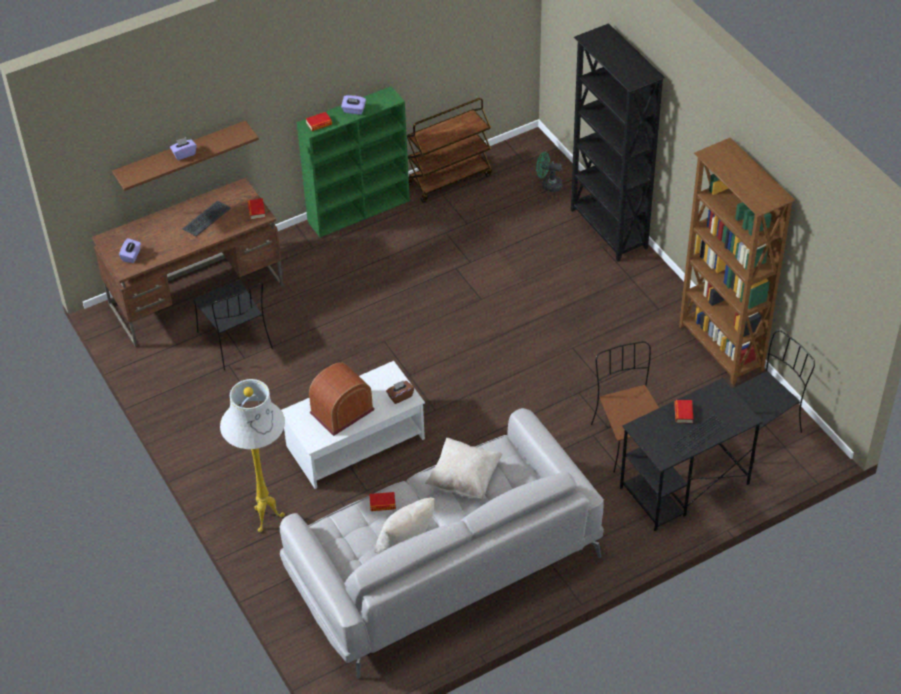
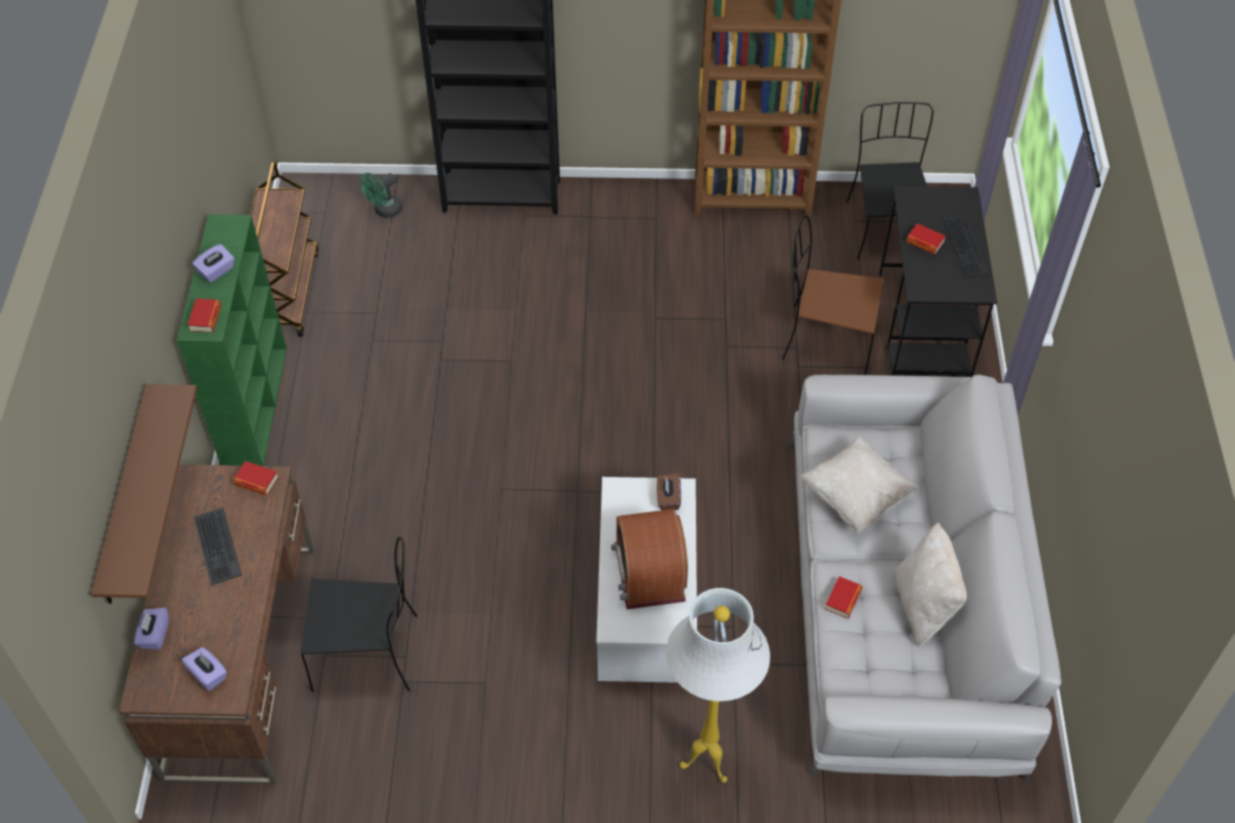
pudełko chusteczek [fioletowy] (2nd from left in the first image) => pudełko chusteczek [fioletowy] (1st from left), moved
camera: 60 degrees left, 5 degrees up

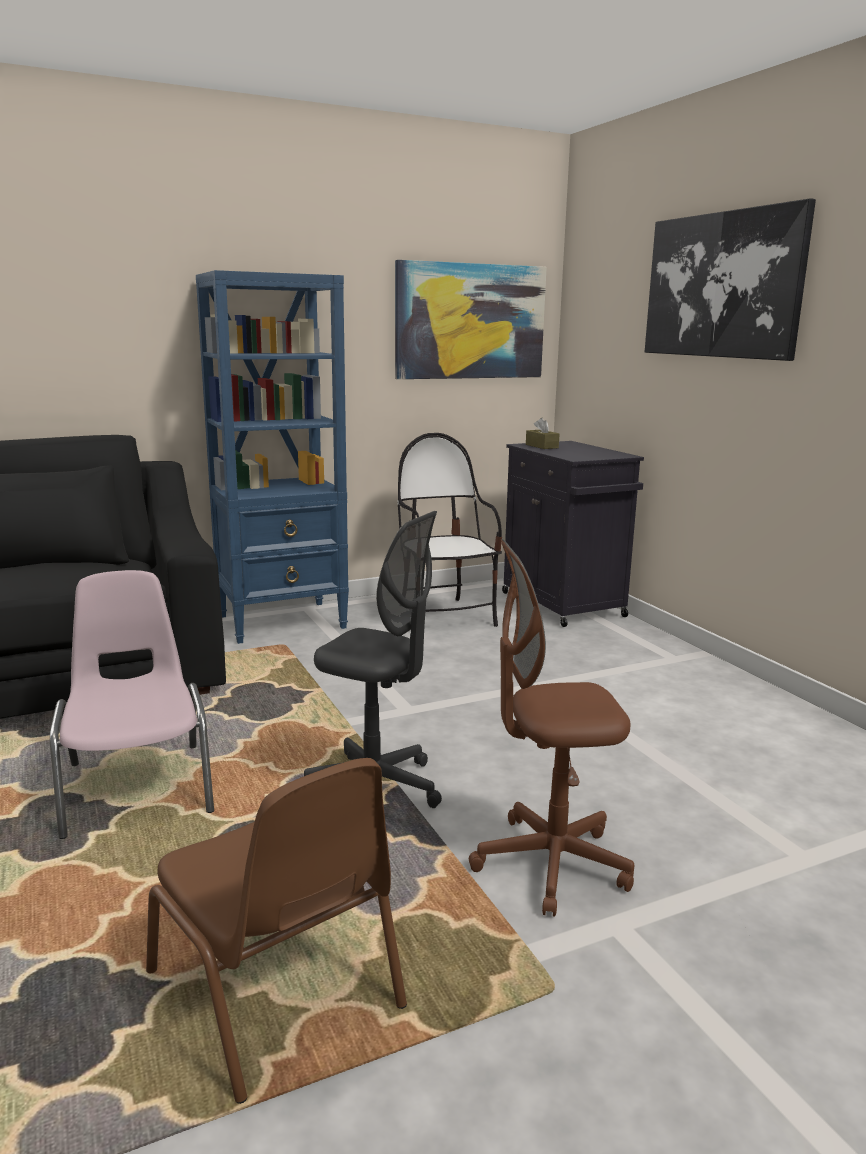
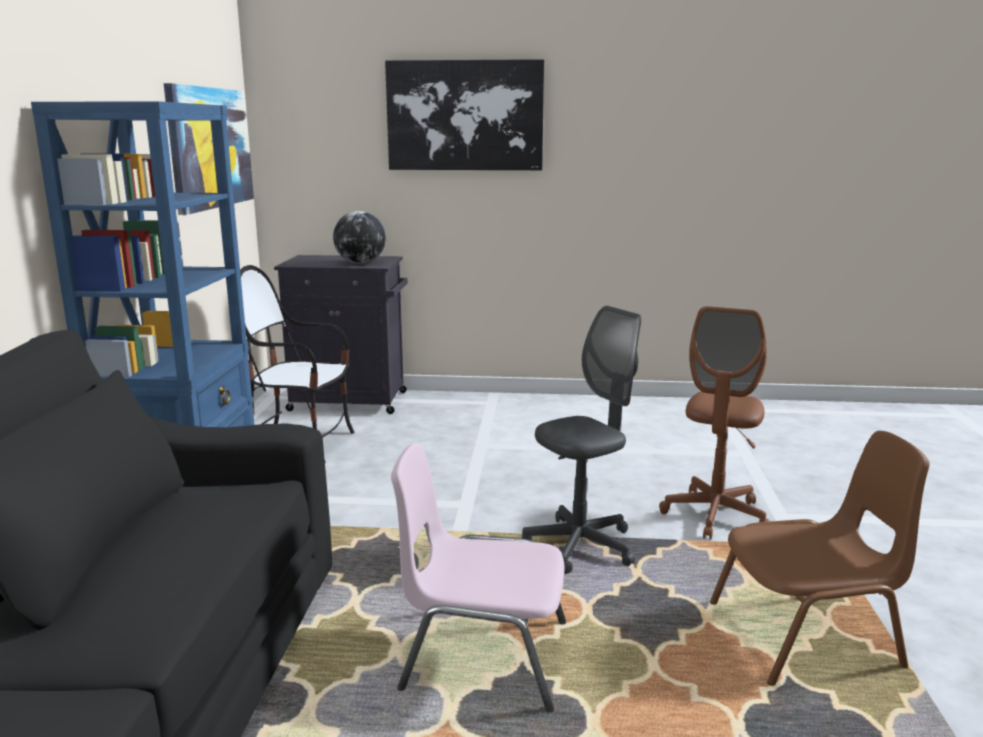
nothing => globus
pudełko chusteczek [brązowy] => nothing
camera: 60 degrees left, 0 degrees up

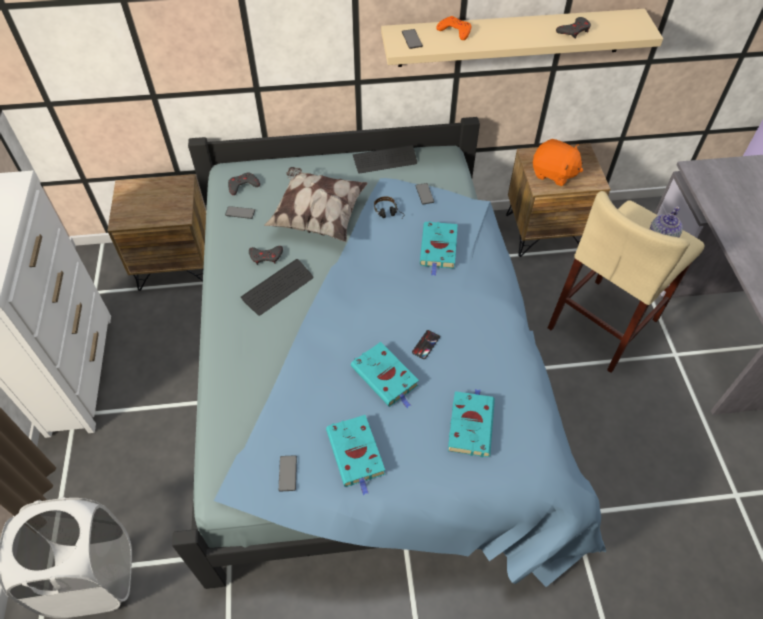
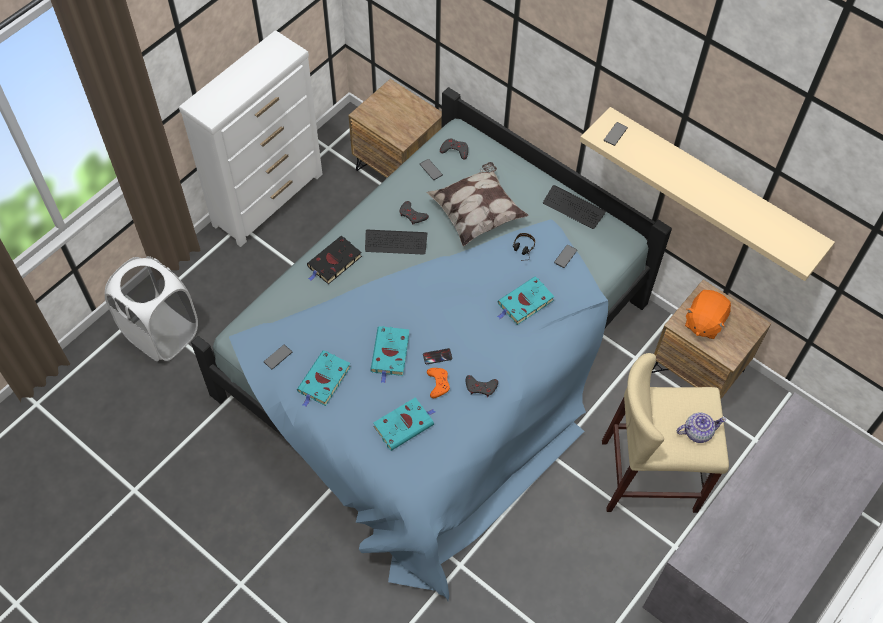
nothing => książka [czarny]
pad do gier [pomarańczowy], moved
pad do gier [szary] (3rd from left), moved
pluszak [pomarańczowy], 45 degrees clockwise
camera: 45 degrees right, 5 degrees up

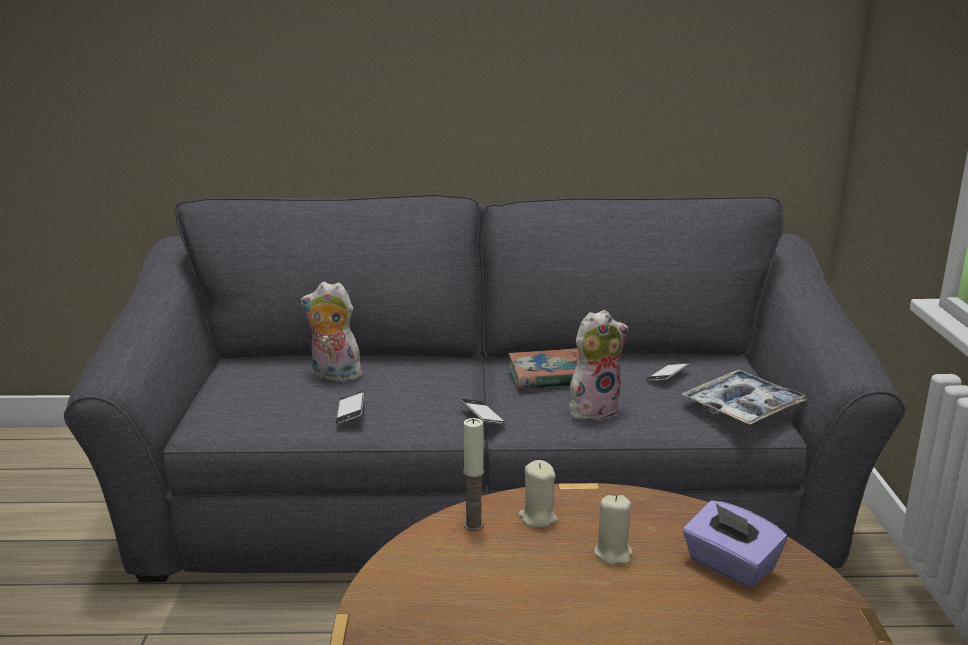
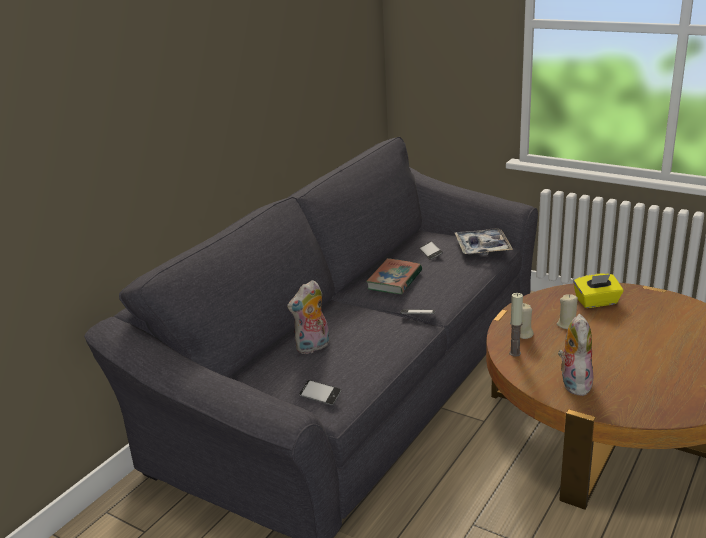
telefon (1st from left), moved
pluszak (2nd from left), moved
pudełko chusteczek [fioletowy] => pudełko chusteczek [żółty]
camera: 55 degrees left, 5 degrees up

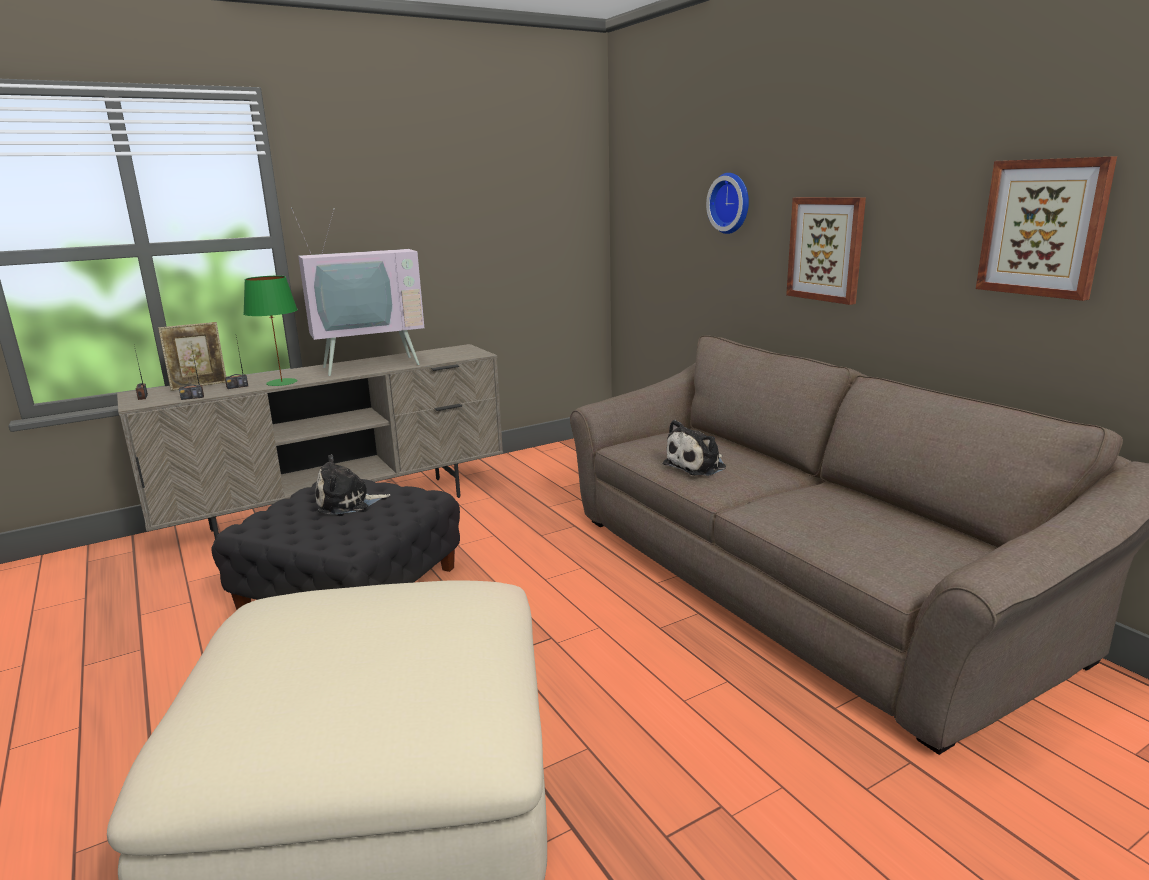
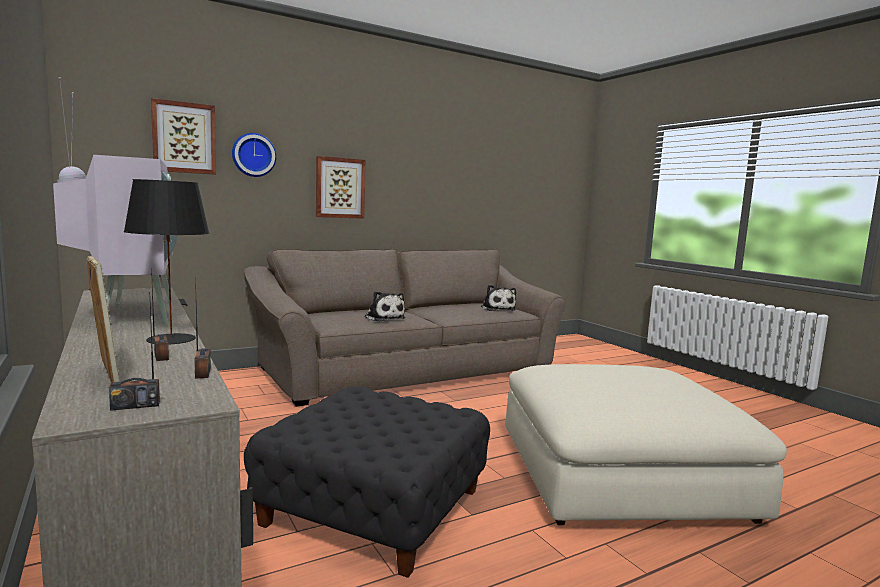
lampa stołowa [zielony] => lampa stołowa [czarny]
obraz (2nd from left in the first image) => obraz (1st from left), moved
pluszak (1st from left in the first image) => pluszak (2nd from left), moved
camera: 90 degrees left, 10 degrees down

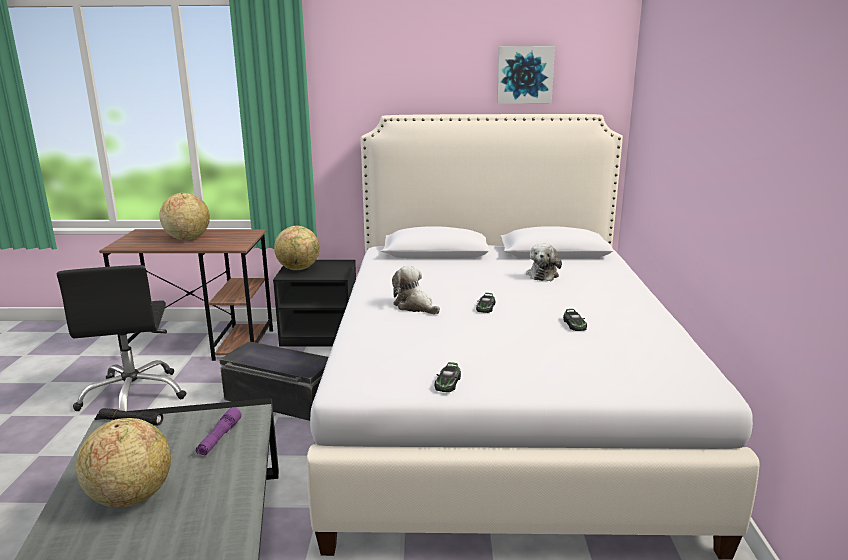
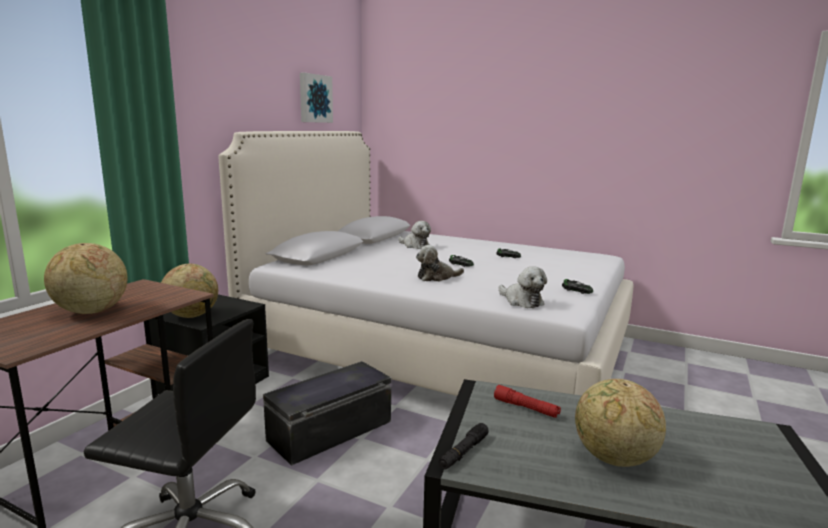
latarka [fioletowy] => latarka [czerwony]
nothing => pluszak (3rd from left)
camera: 65 degrees left, 5 degrees down

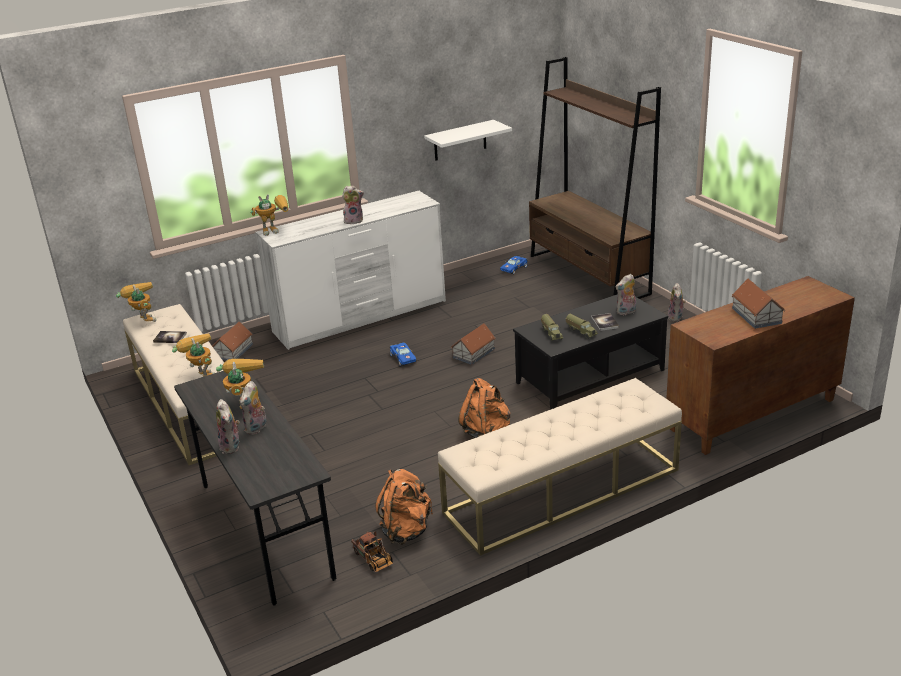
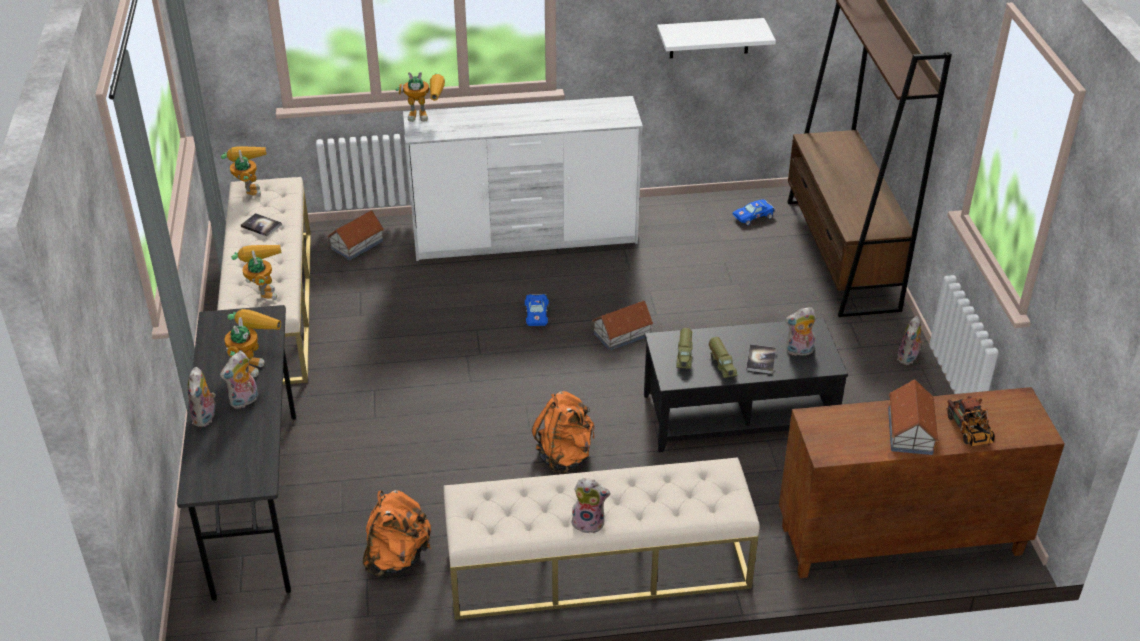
pluszak (3rd from left), moved
ciężarówka zabawkowa (1st from left in the first image) => ciężarówka zabawkowa (3rd from left), moved
camera: 20 degrees right, 10 degrees up

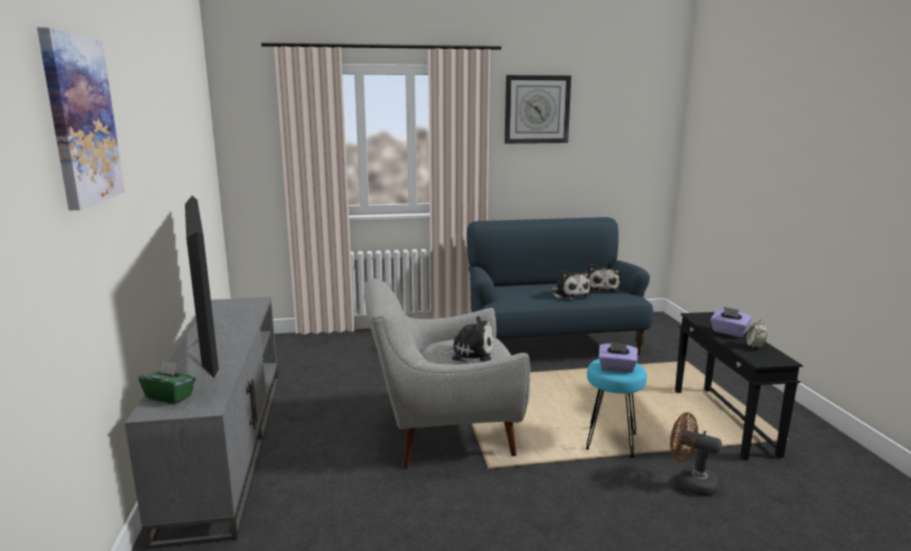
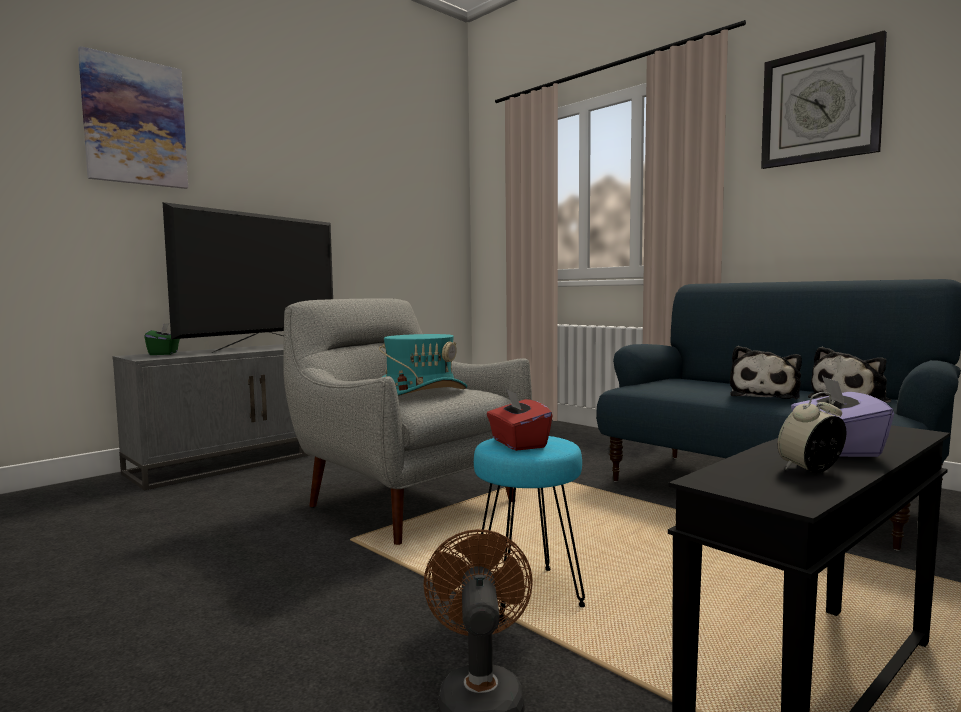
pluszak (1st from left) => kapelusz [turkusowy]
pudełko chusteczek [fioletowy] (1st from left) => pudełko chusteczek [czerwony]
camera: 55 degrees right, 10 degrees down

